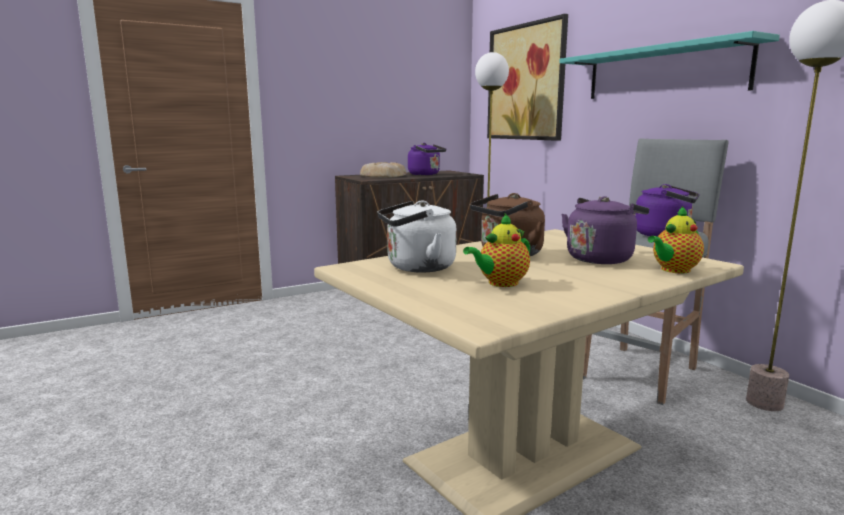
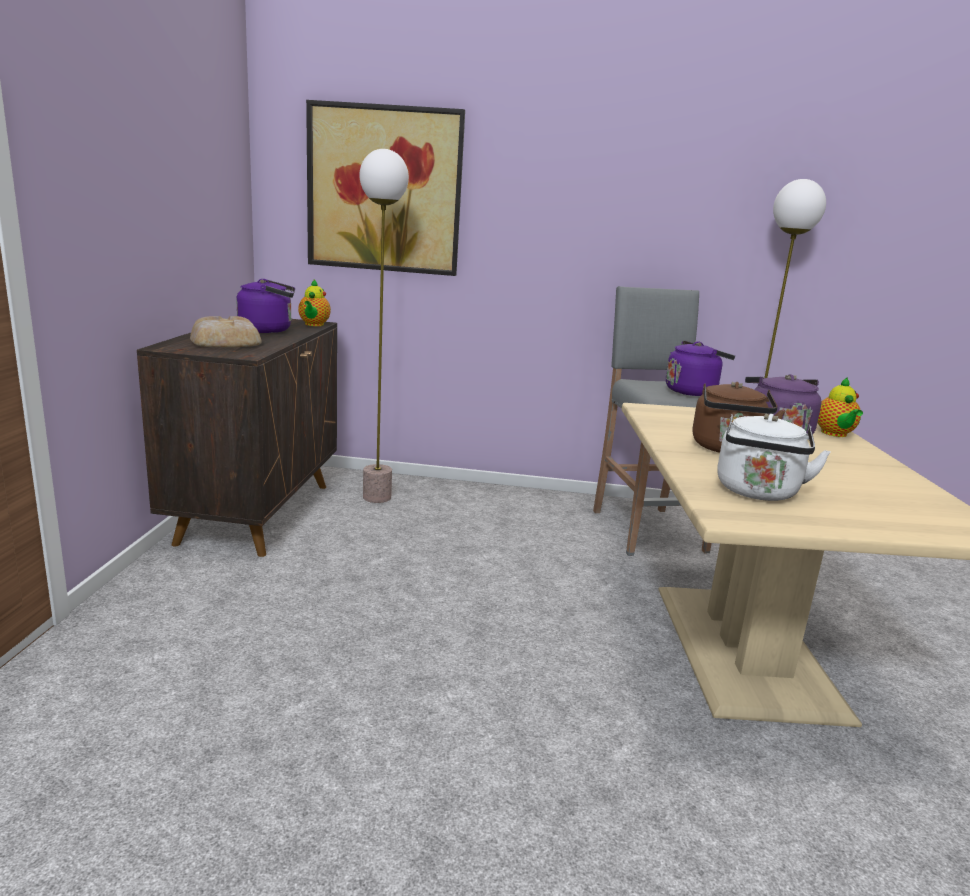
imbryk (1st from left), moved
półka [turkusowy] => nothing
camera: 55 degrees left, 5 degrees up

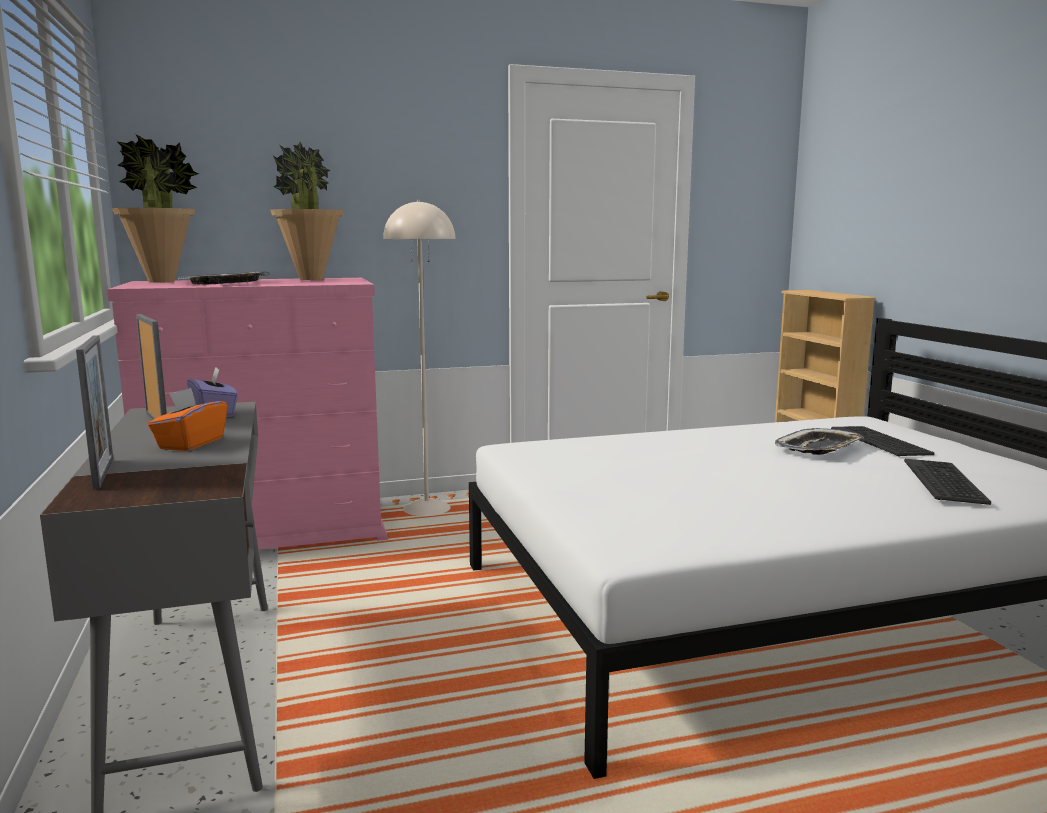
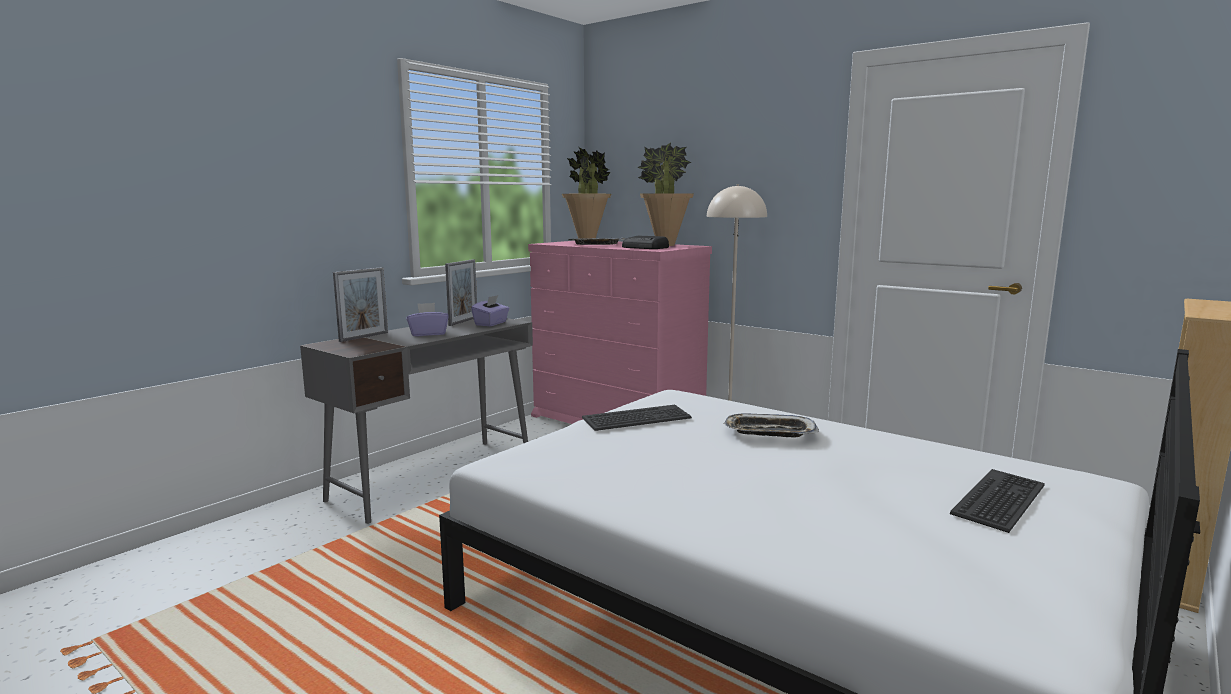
pudełko chusteczek [pomarańczowy] => pudełko chusteczek [fioletowy] (1st from left)
klawiatura (2nd from left in the first image) => klawiatura (1st from left), moved
nothing => radio
taca (2nd from left), moved
camera: 55 degrees right, 0 degrees up

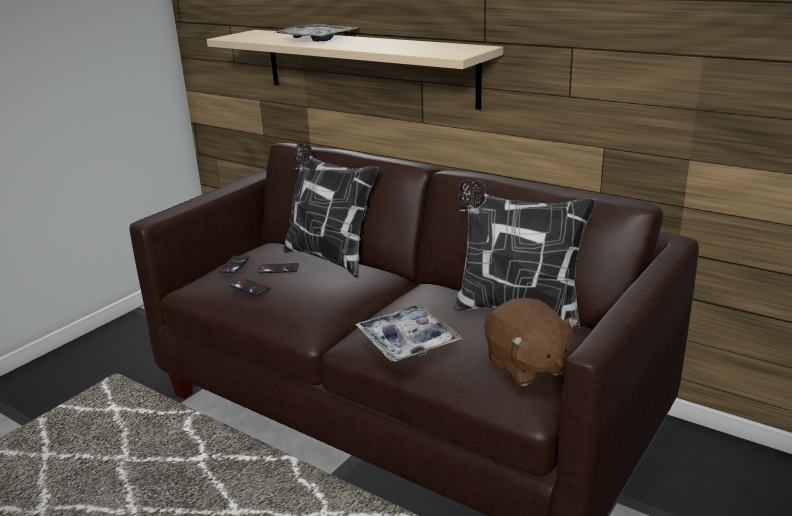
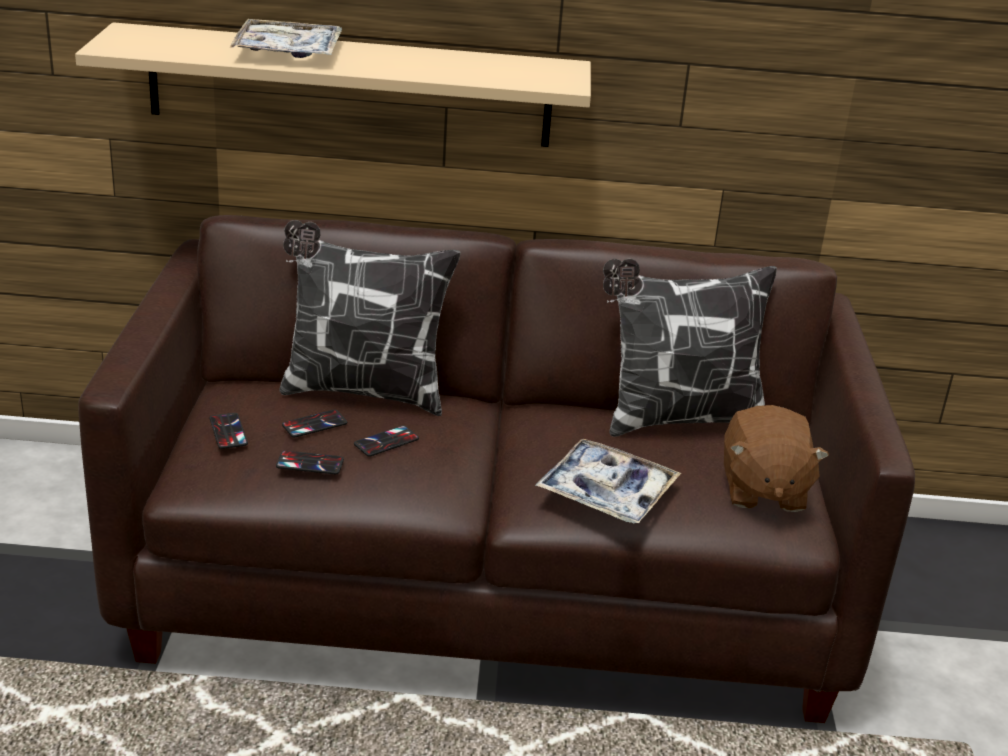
nothing => telefon (4th from left)
pluszak [brązowy], 60 degrees clockwise
camera: 35 degrees left, 5 degrees up

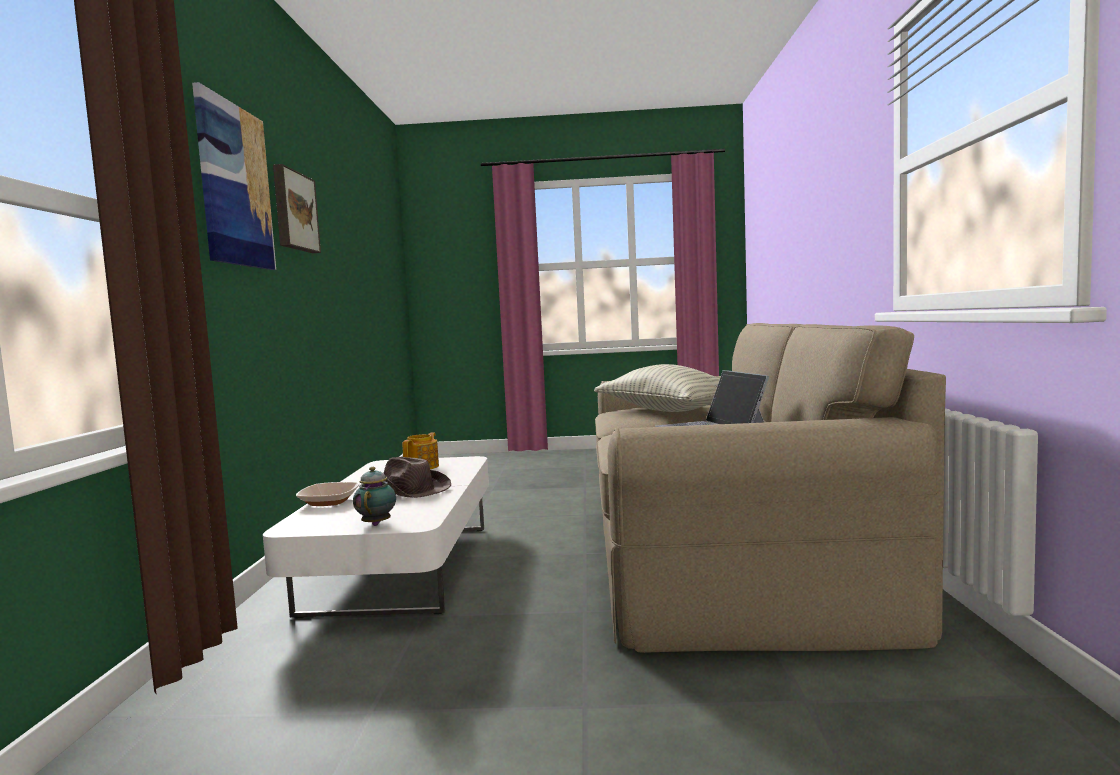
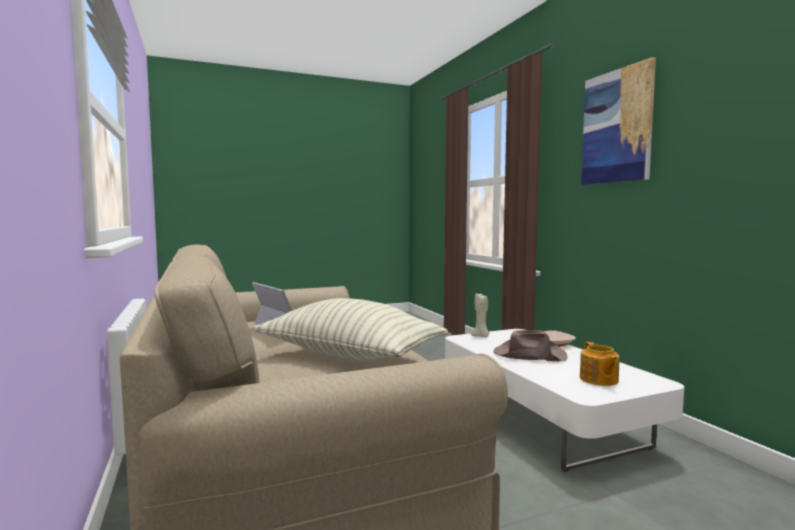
imbryk (1st from left) => świeca [beżowy]
obraz (2nd from left) => nothing
camera: 155 degrees right, 0 degrees up

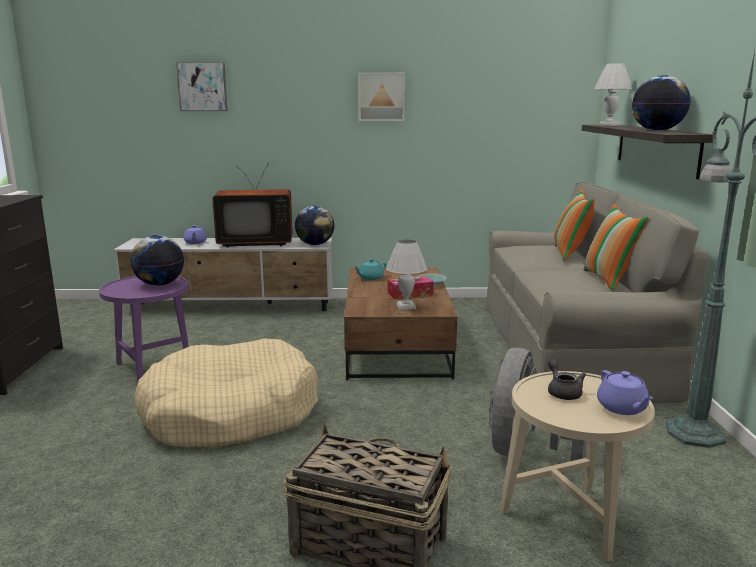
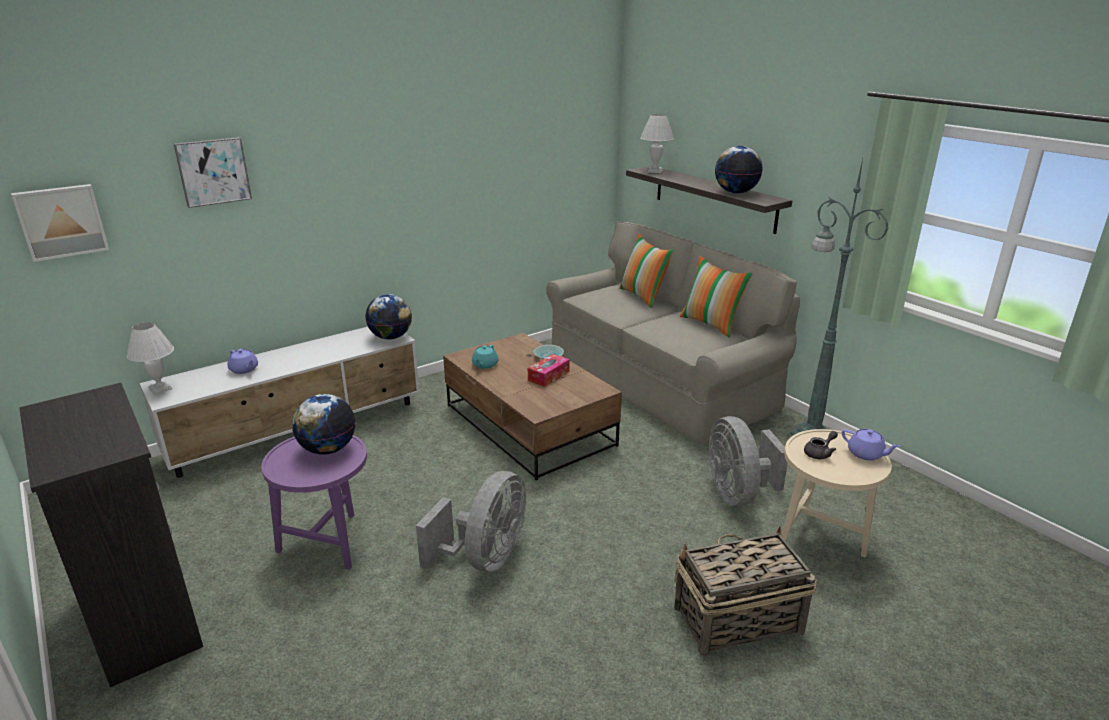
obraz (2nd from left in the first image) => obraz (1st from left), moved
lampa stołowa [biały] (1st from left), moved
legowisko [beżowy] => wentylator [szary] (1st from left)
imbryk [szary], 105 degrees clockwise
telewizor => nothing
camera: 35 degrees left, 10 degrees up

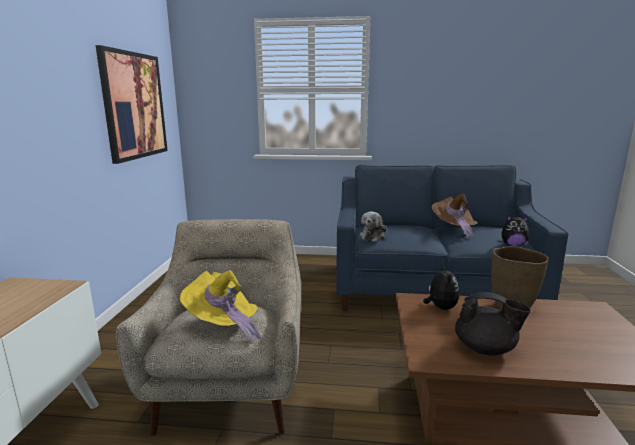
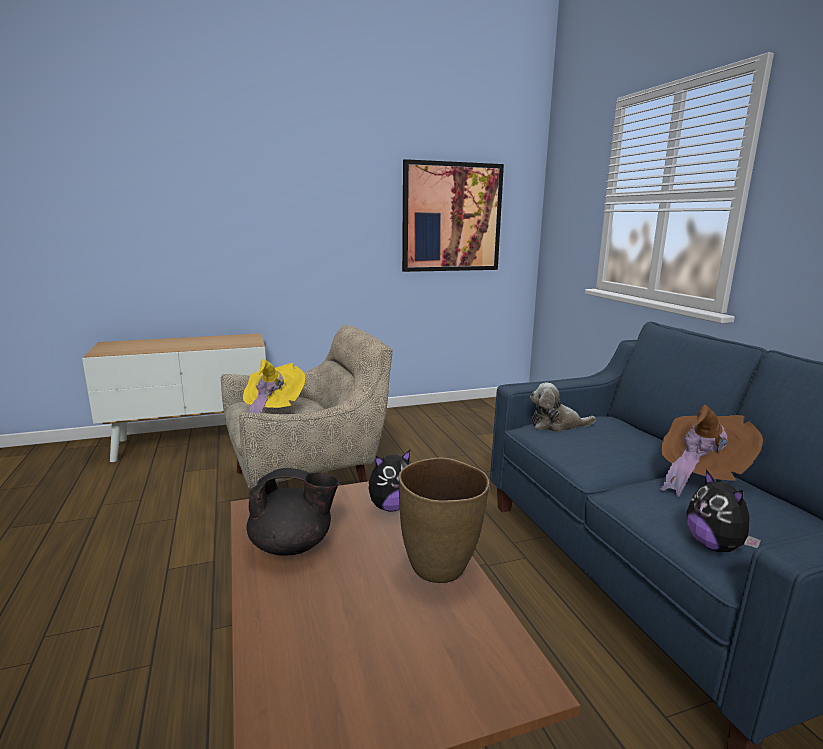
imbryk [czarny], 90 degrees counterclockwise
camera: 65 degrees right, 0 degrees up

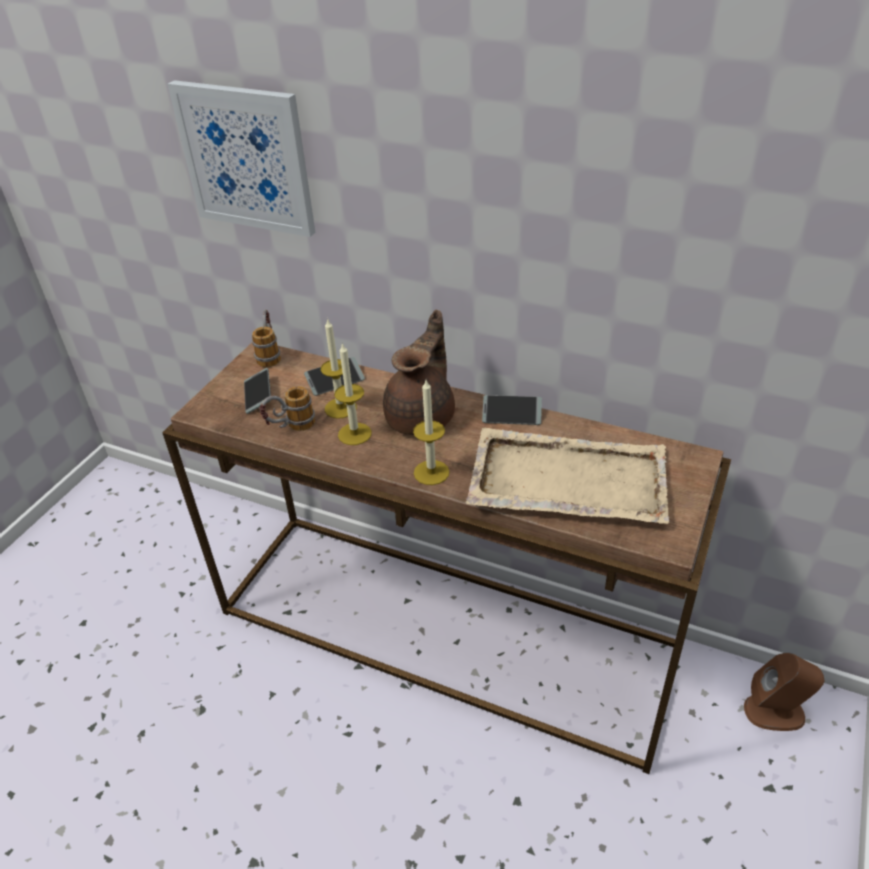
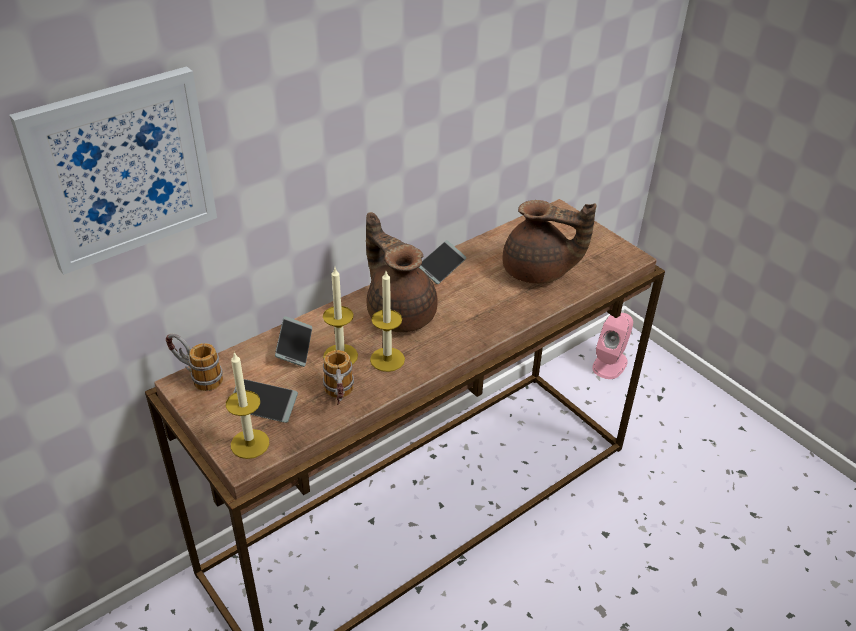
świeca (3rd from left in the first image) => świeca (1st from left), moved
taca [beżowy] => imbryk [brązowy] (2nd from left)
głośnik [brązowy] => głośnik [różowy]
camera: 65 degrees left, 0 degrees up

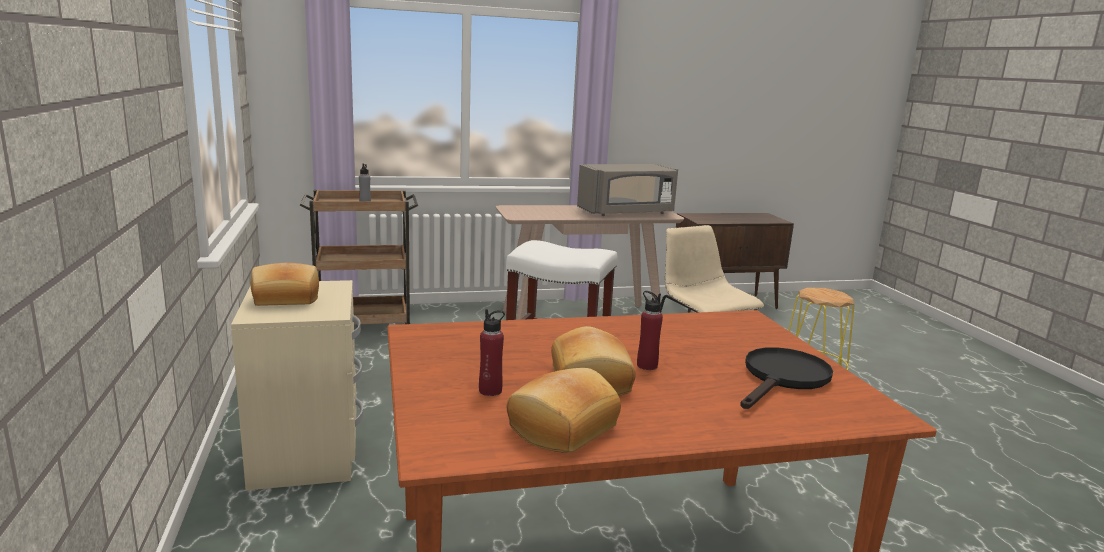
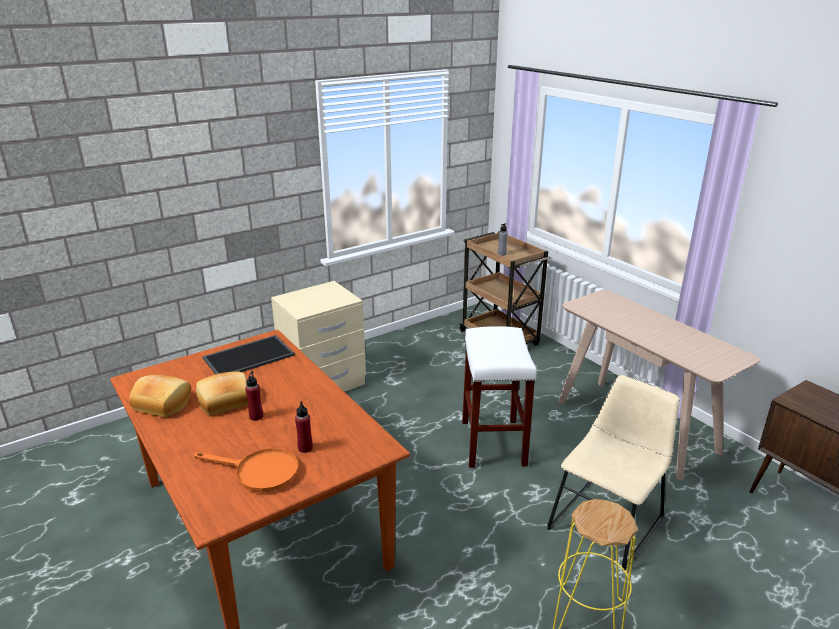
patelnia [czarny] => patelnia [pomarańczowy]
nothing => taca
butelka [czerwony] (1st from left in the first image) => butelka [czerwony] (2nd from left), moved
chleb (1st from left) => nothing
mikrofalówka [szary] => nothing
camera: 70 degrees right, 10 degrees up

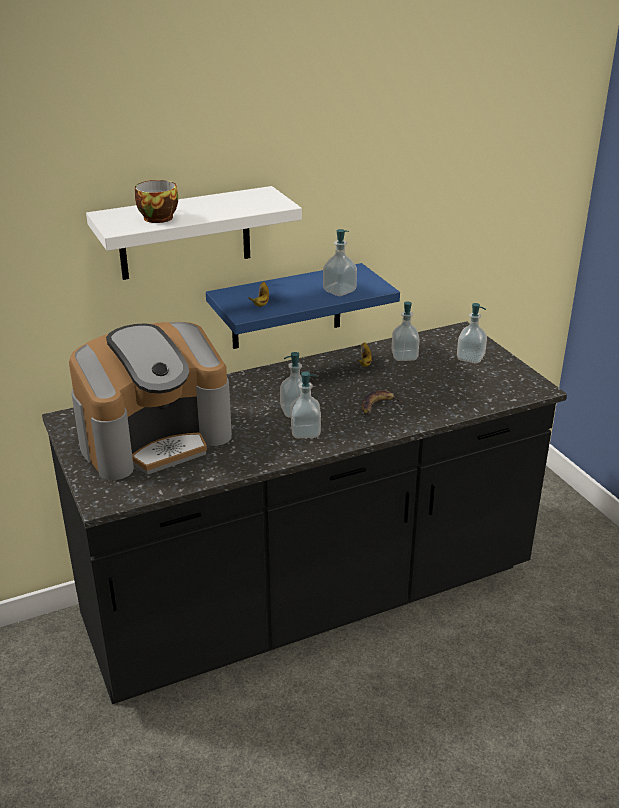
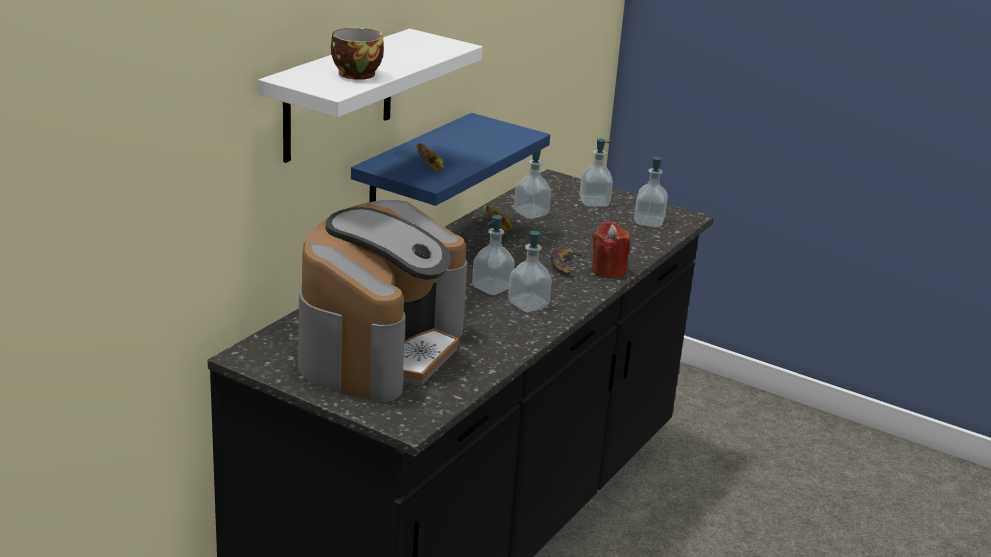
nothing => świeca [czerwony]
dozownik mydła (3rd from left in the first image) => dozownik mydła (5th from left), moved
camera: 35 degrees left, 5 degrees down

